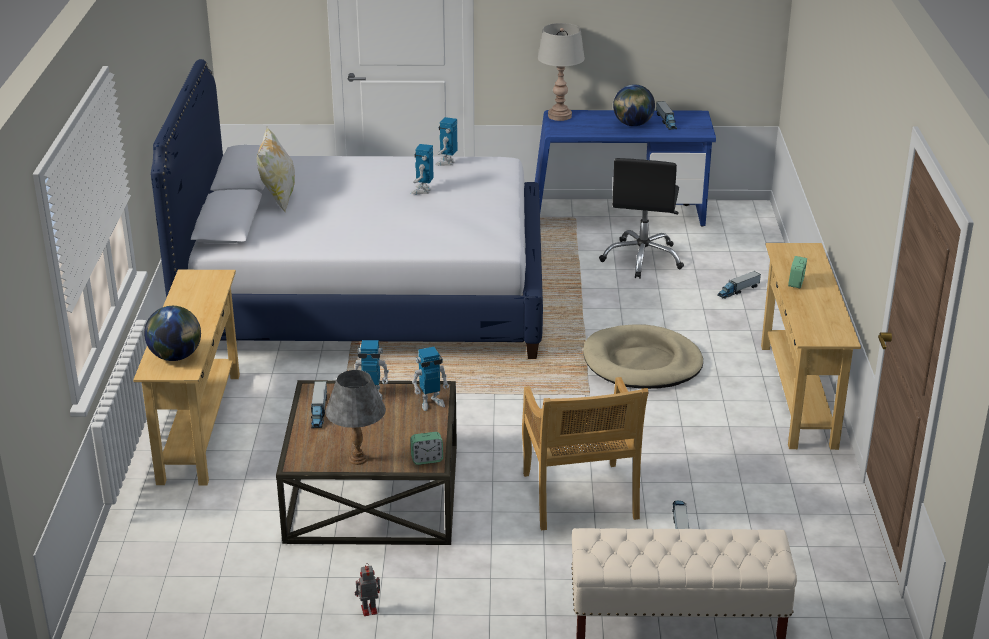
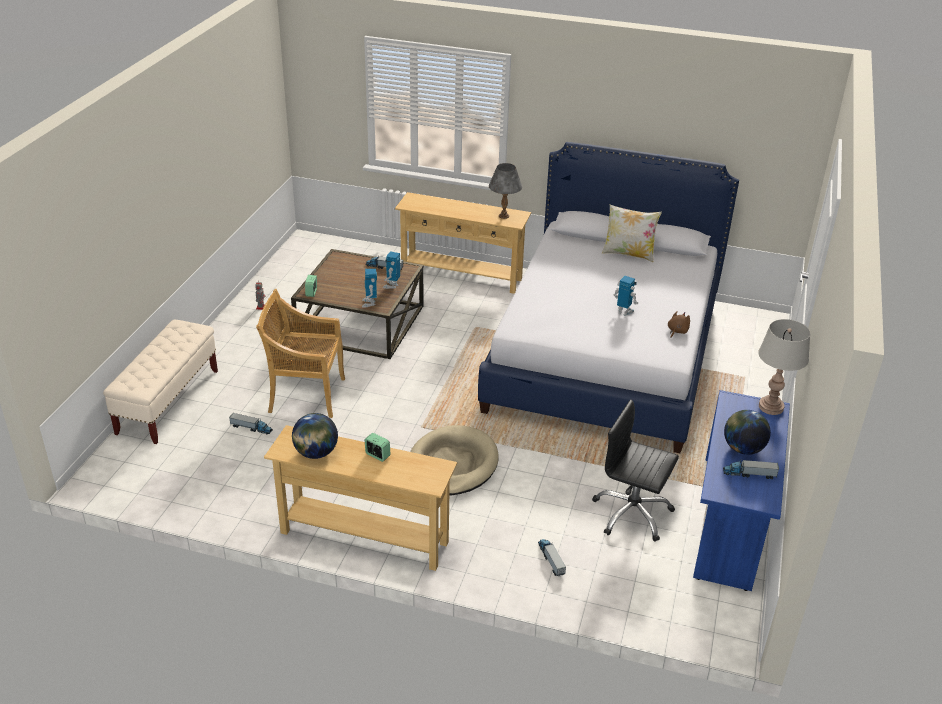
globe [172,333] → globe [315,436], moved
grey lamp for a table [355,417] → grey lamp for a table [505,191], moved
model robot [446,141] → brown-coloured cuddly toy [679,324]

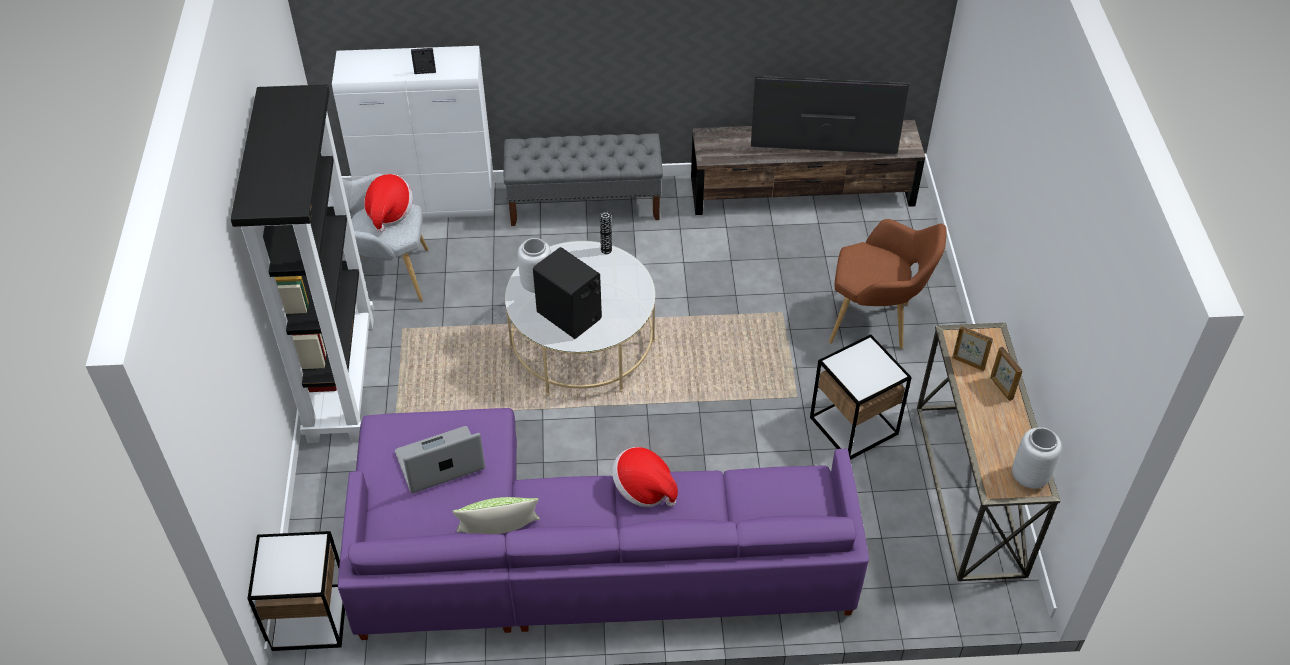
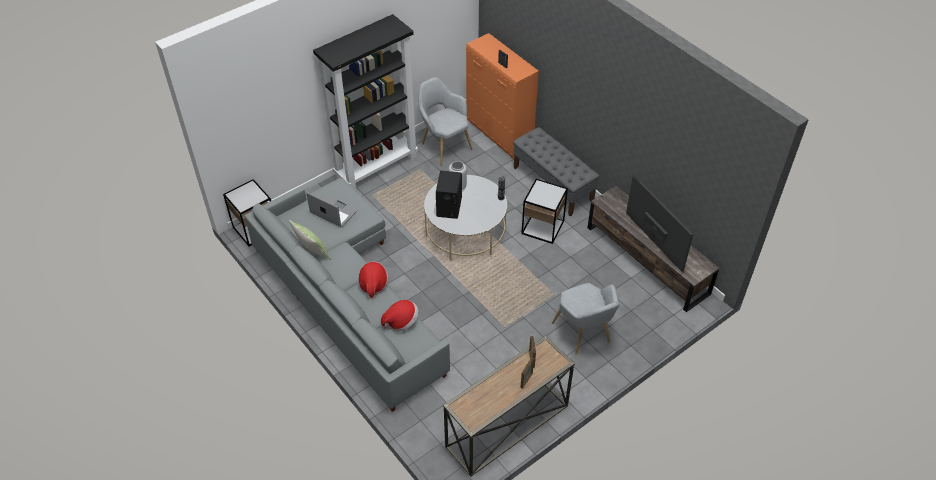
grey vase [1037,458] → -
hat [388,203] → hat [399,315], moved
end table [861,397] → end table [544,211], moved
whitish storage cabinet [413,132] → orange storage cabinet [502,95]
purple couch [603,524] → grey couch [347,294]
brown-coloured lounge chair [888,284] → grey lounge chair [585,319]

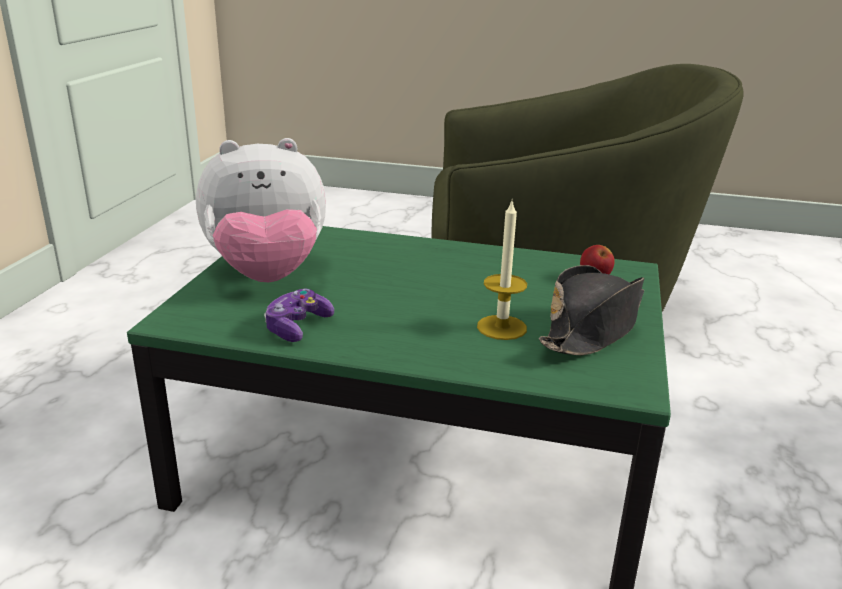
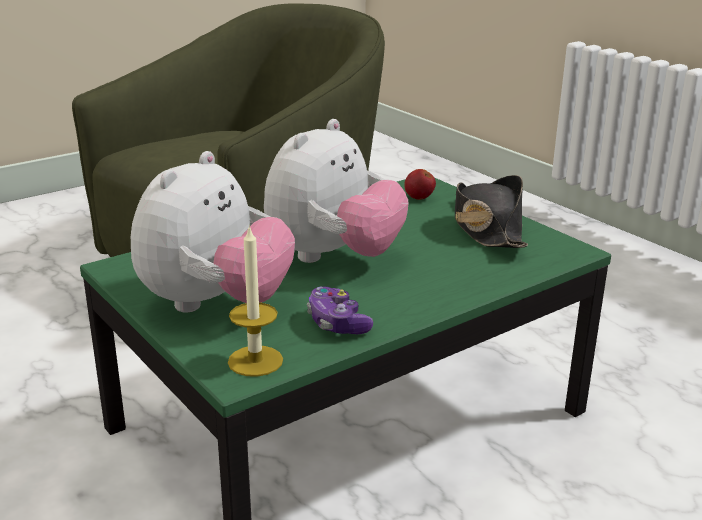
- → cuddly toy [336,191]
wax light [502,270] → wax light [255,301], moved

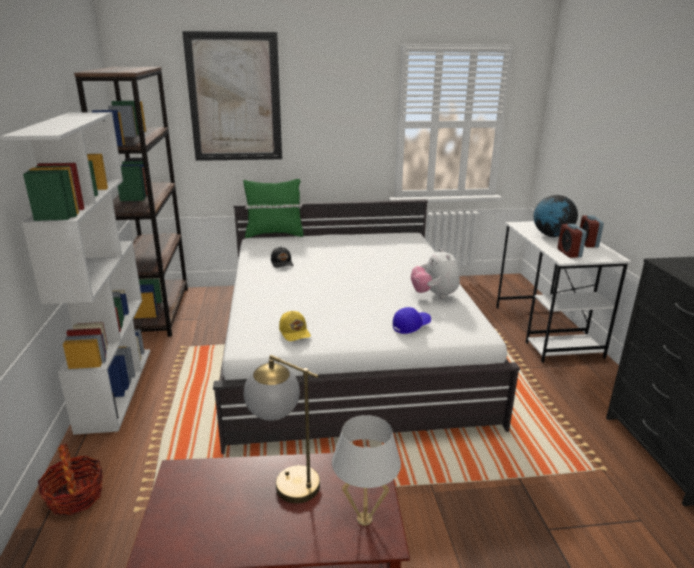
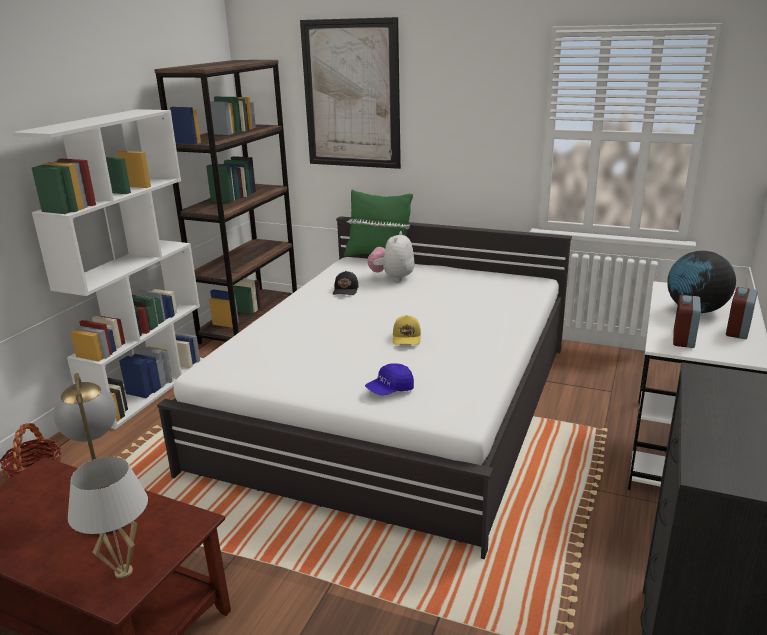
yellow peaked cap [295,326] → yellow peaked cap [407,330], moved
cuddly toy [435,273] → cuddly toy [391,256], moved
blue peaked cap [412,320] → blue peaked cap [389,379], 150 degrees clockwise

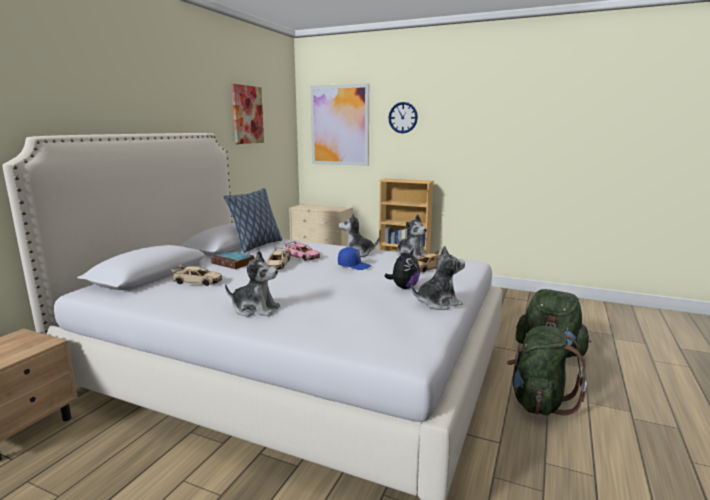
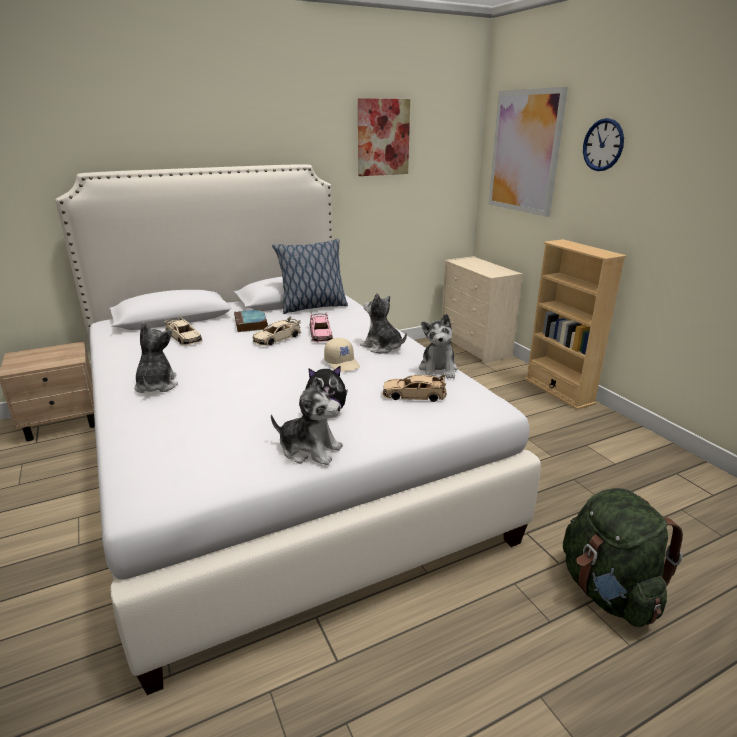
green rucksack [547,371] → -
blue peaked cap [354,258] → beige-coloured peaked cap [342,355]
cuddly toy [252,284] → cuddly toy [156,357], 150 degrees counterclockwise

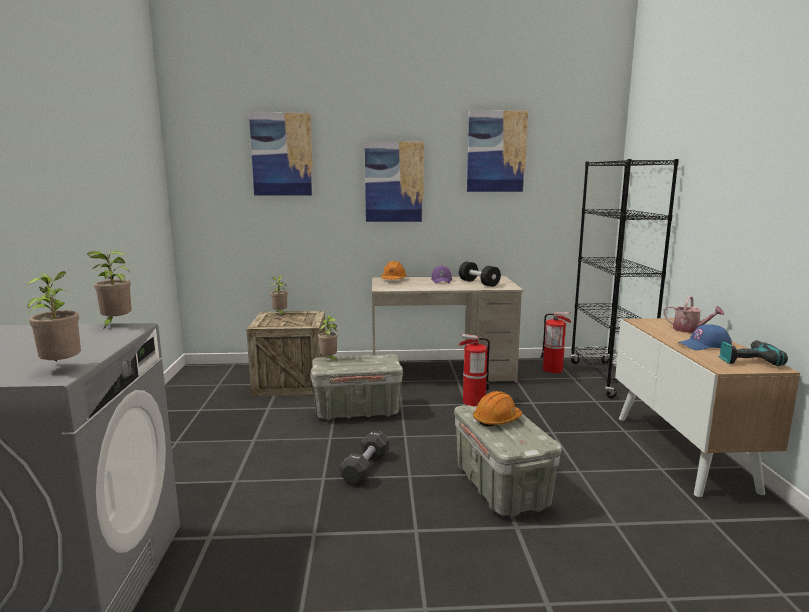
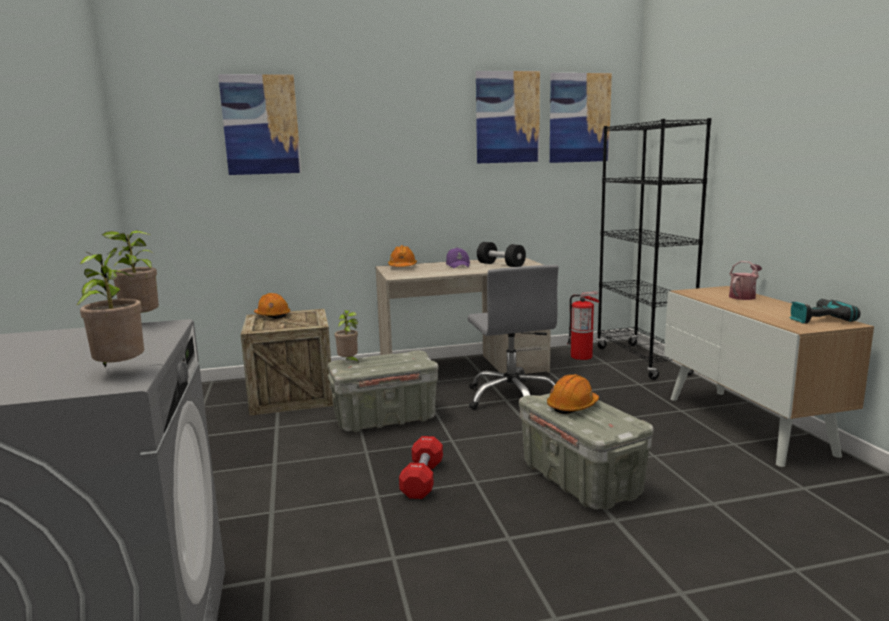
blue peaked cap [705,337] → -
wall picture [394,182] → wall picture [581,118], moved
potted plant [279,295] → orange work helmet [272,306]
fire-fighting cylinder [474,370] → grey desk chair [513,337]
blackish free weight [364,458] → red-coloured free weight [421,467]
sprinkling can [693,314] → sprinkling can [745,280], 75 degrees counterclockwise

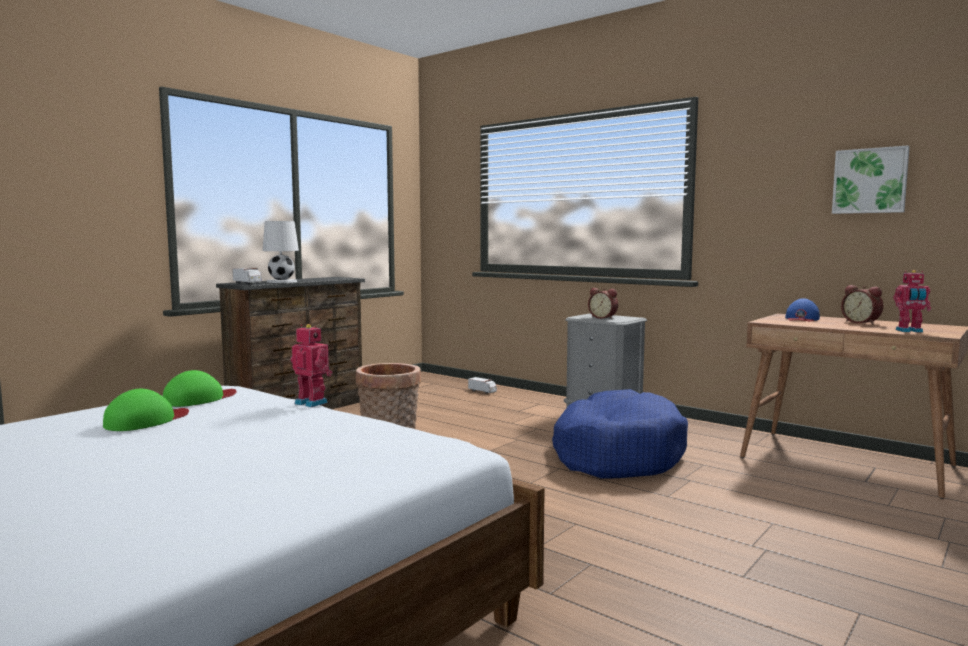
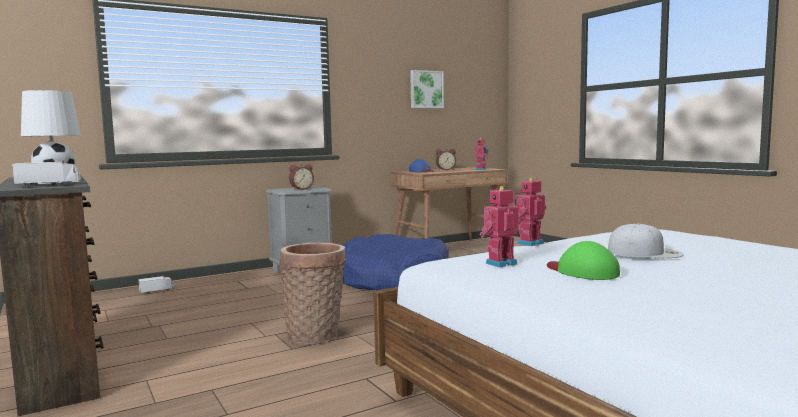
- → whitish peaked cap [646,240]
green peaked cap [200,388] → model robot [500,226]

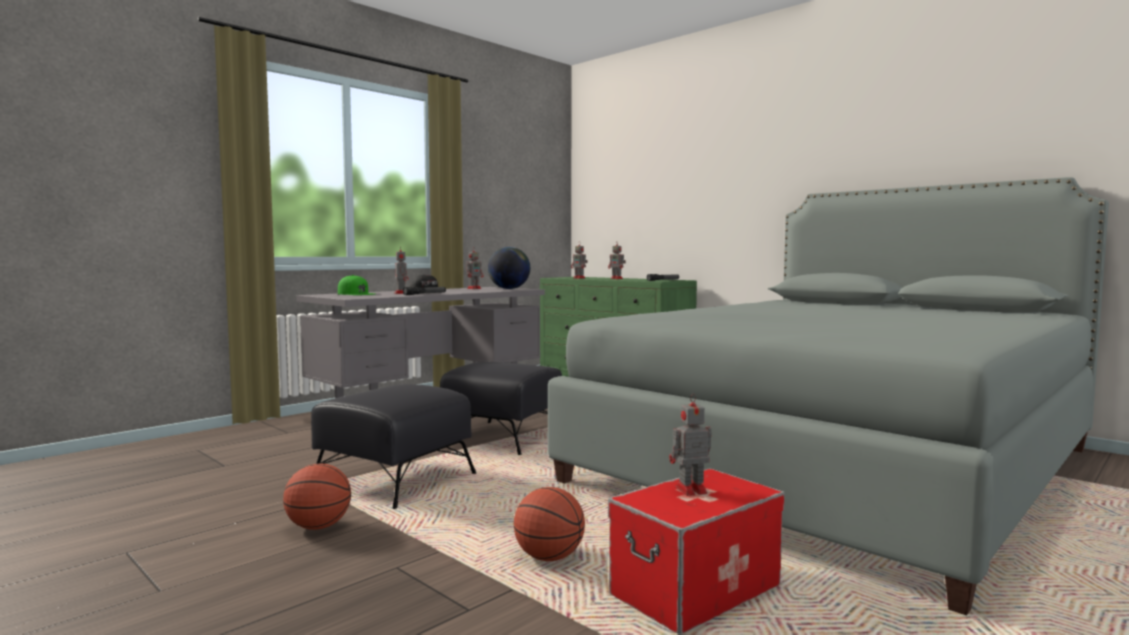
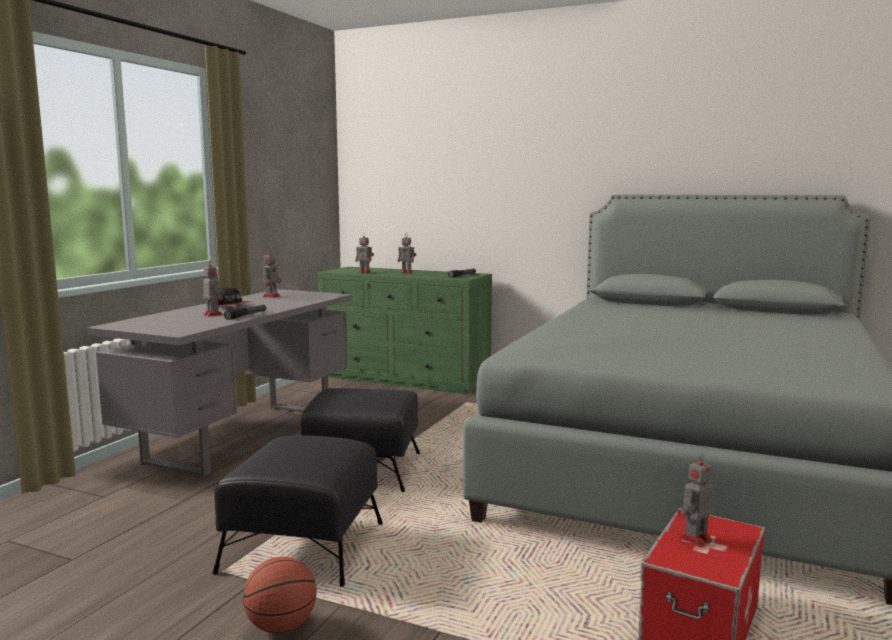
green peaked cap [356,285] → -
globe [509,268] → -
ball for basketball [549,524] → -

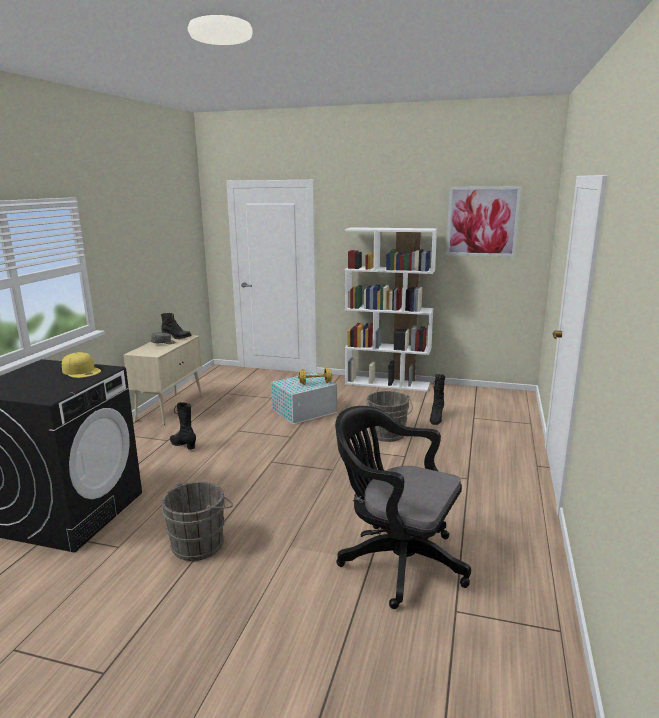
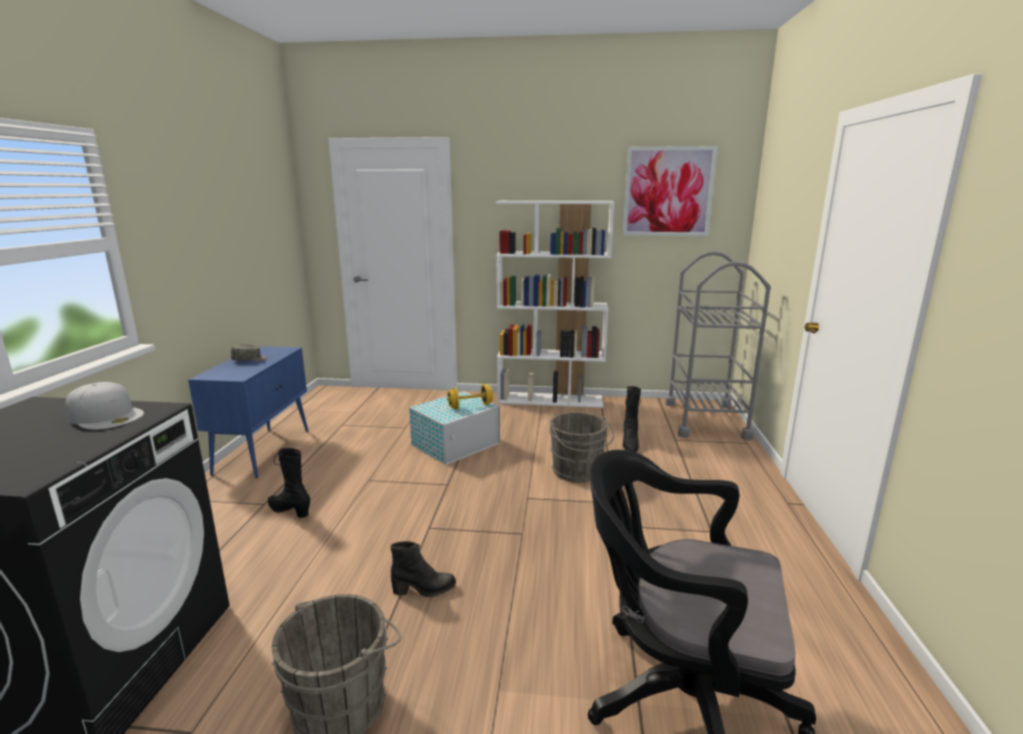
- → grey cart [718,345]
blackish high-top boot [176,326] → blackish high-top boot [423,569], moved
yellow peaked cap [81,365] → whitish peaked cap [104,406]
beige-coloured storage cabinet [163,380] → blue storage cabinet [248,412]

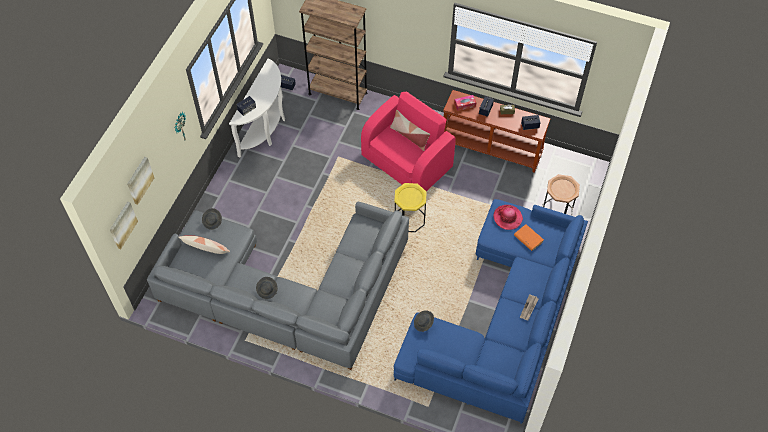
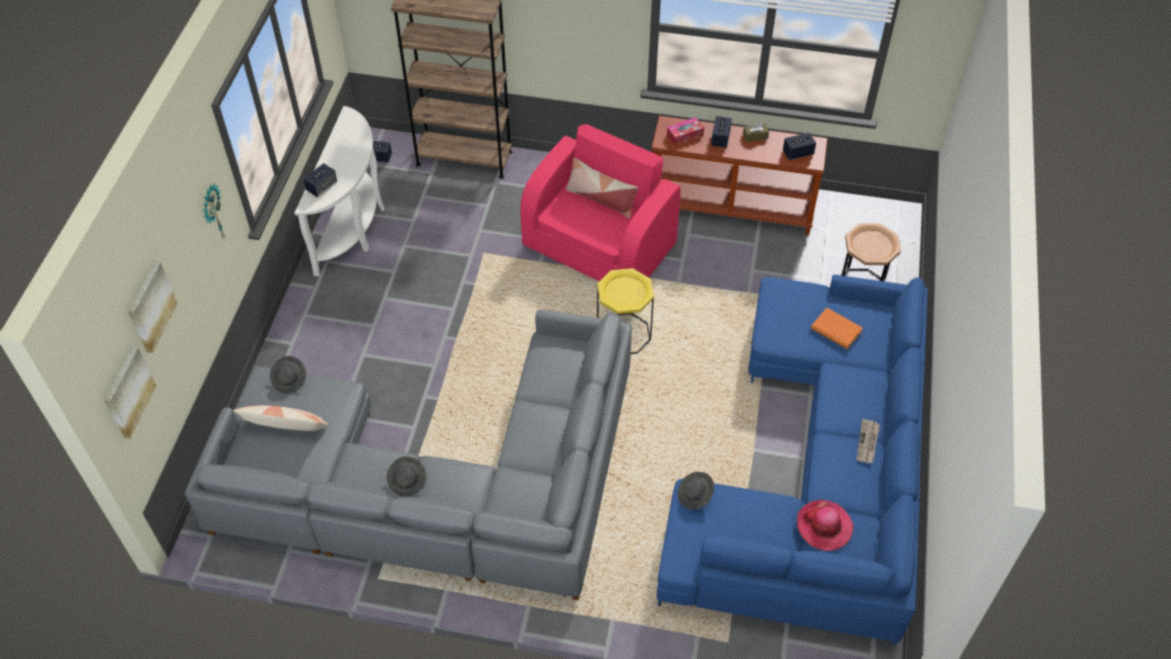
hat [508,217] → hat [825,525], moved

